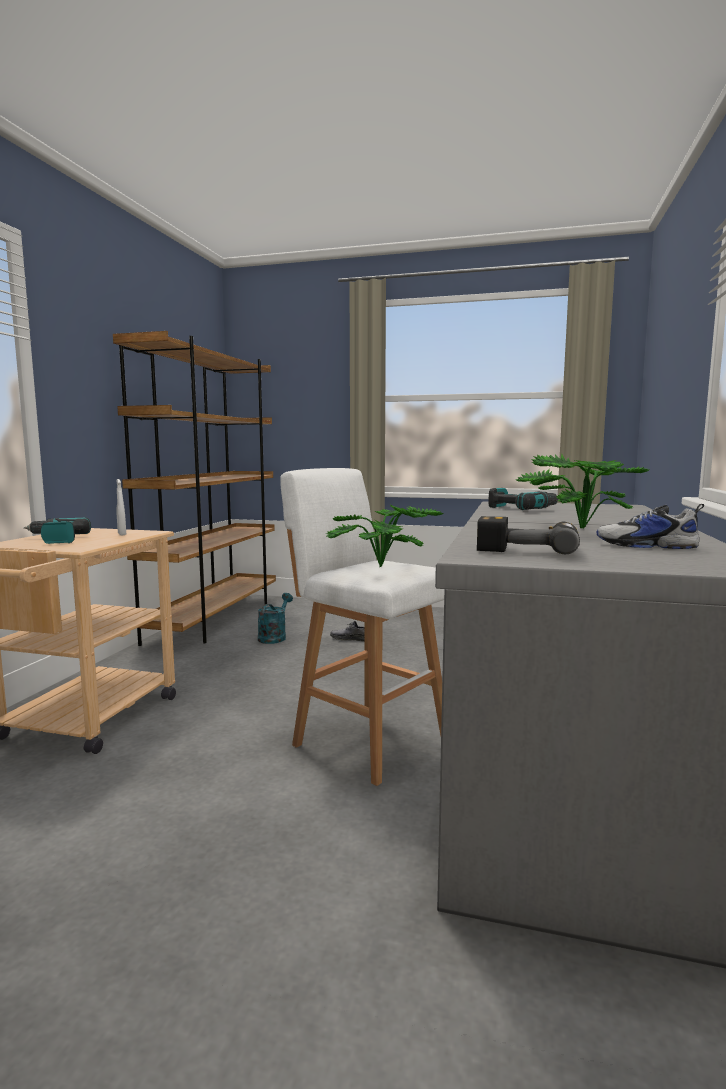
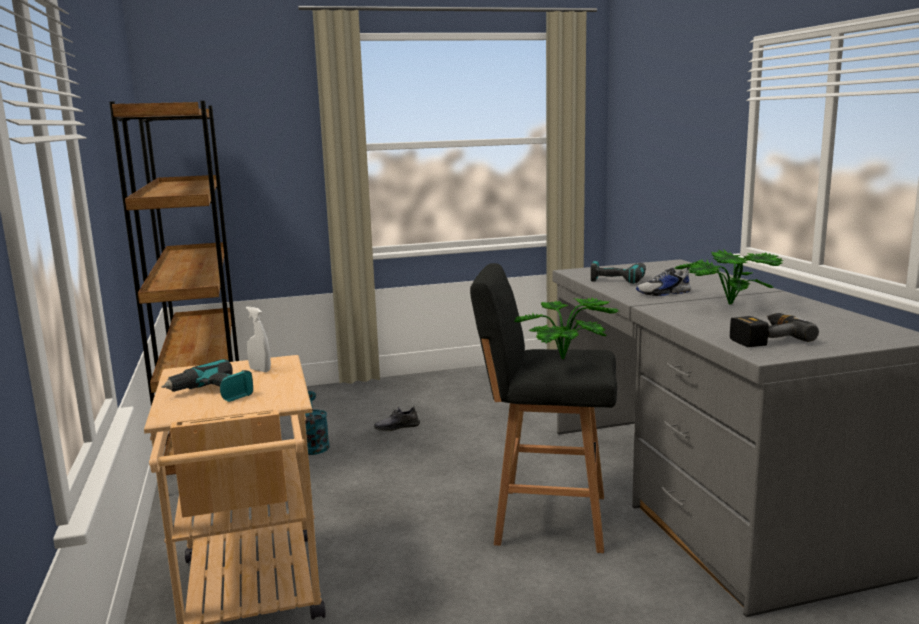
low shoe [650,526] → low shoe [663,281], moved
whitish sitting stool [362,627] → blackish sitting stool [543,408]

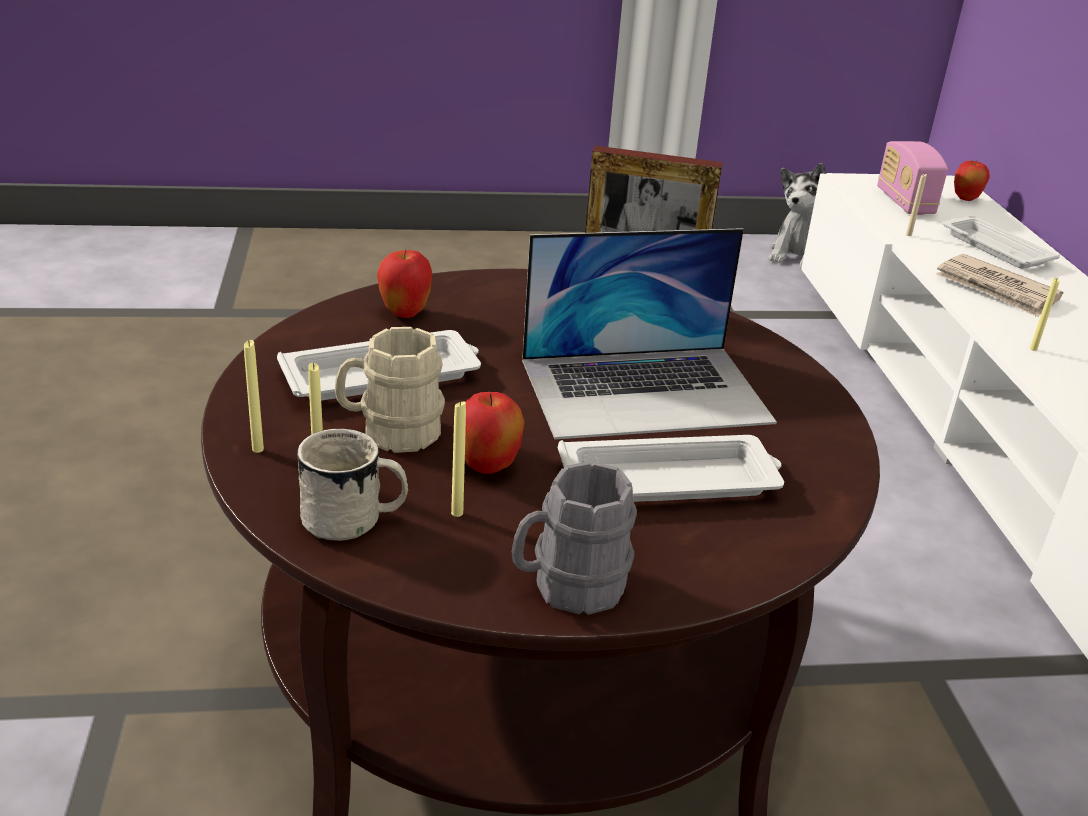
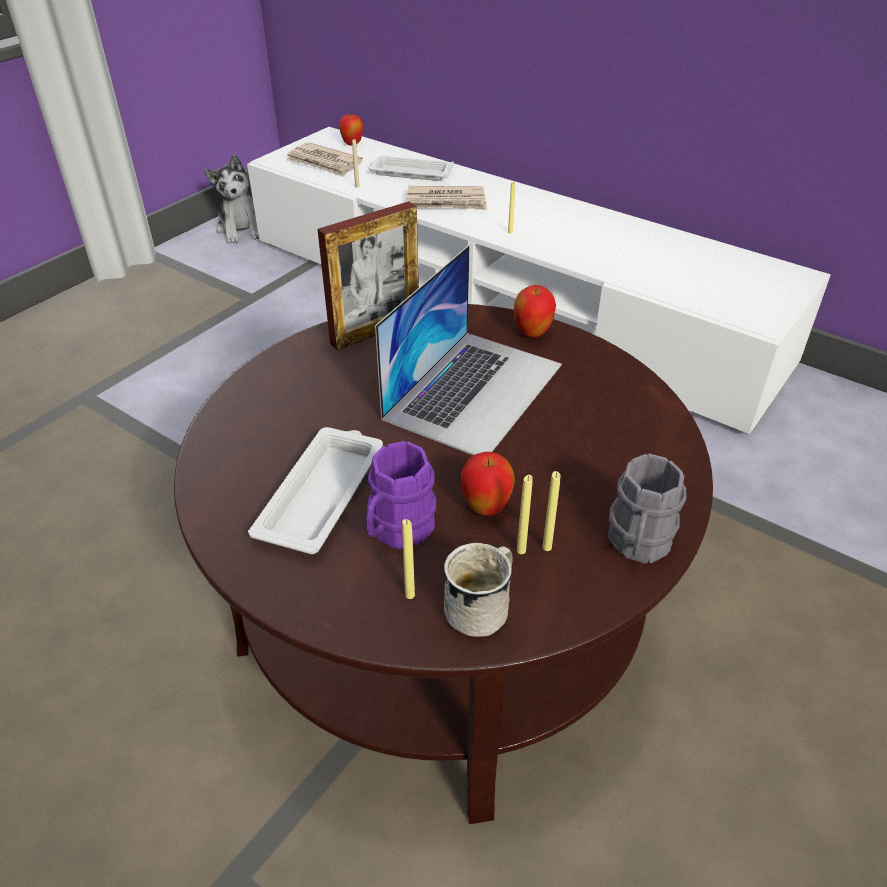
whitish carrying tray [671,468] → -
yellow wax light [254,396] → yellow wax light [551,511], moved
whole apple [404,283] → whole apple [535,311], moved
radio receiver [912,178] → printed paper [324,159]
beige-coloured tea mug [390,390] → purple tea mug [401,495]

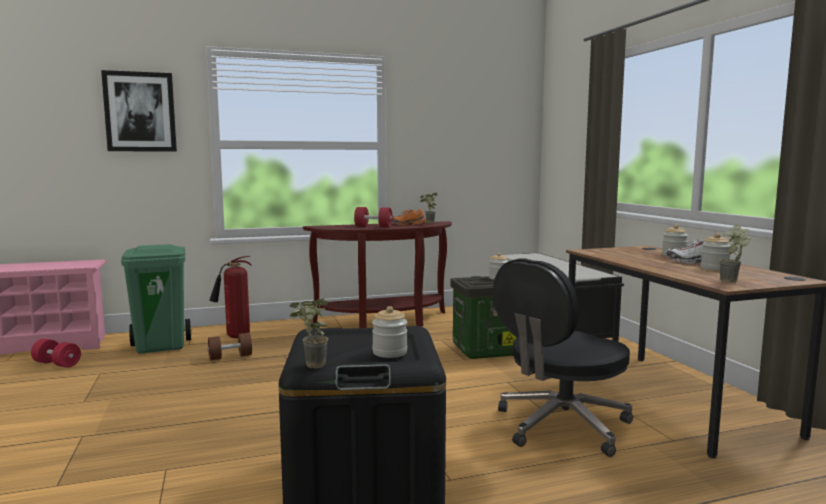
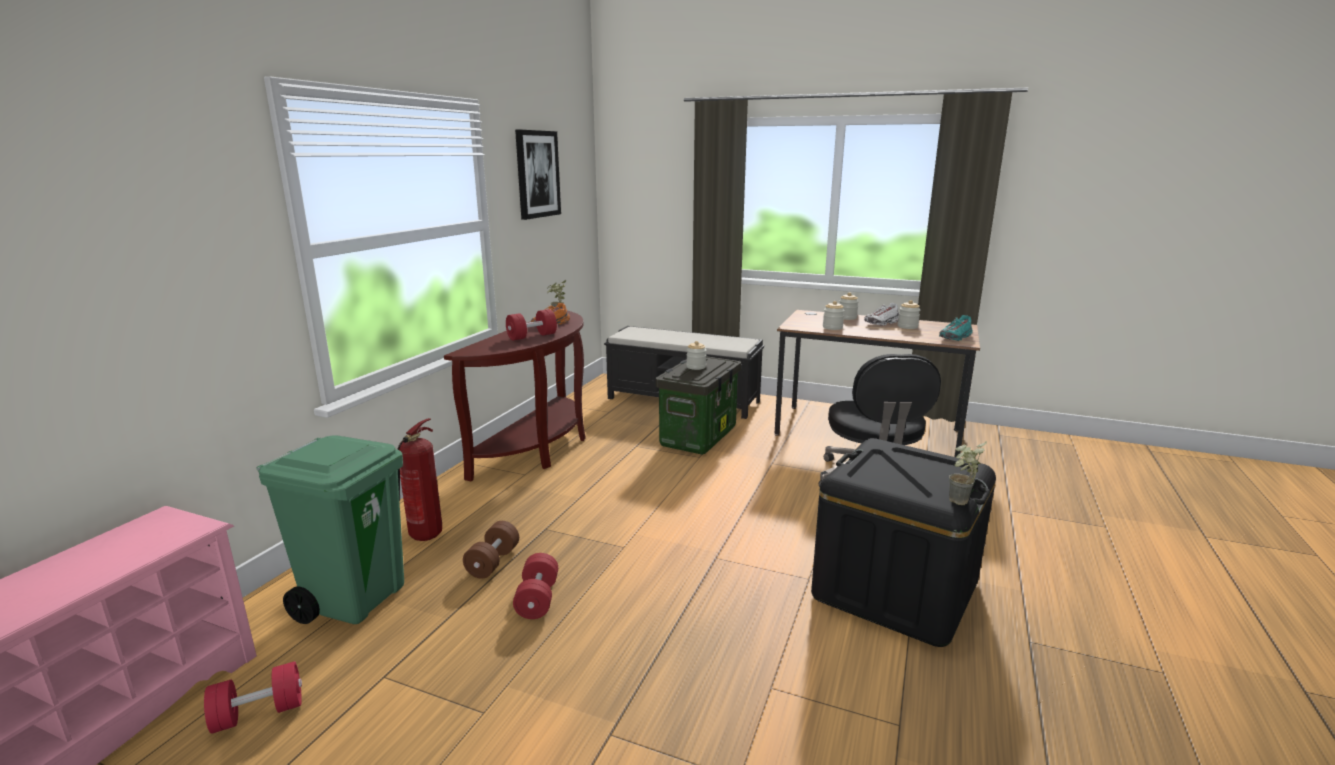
- → red-coloured free weight [535,586]
wall picture [139,111] → wall picture [538,174], moved
jar [389,332] → jar [834,315], moved
potted plant [735,253] → turquoise-coloured low shoe [956,328]

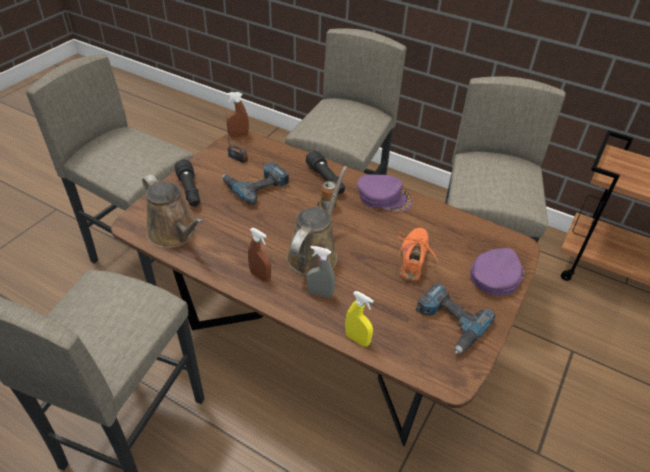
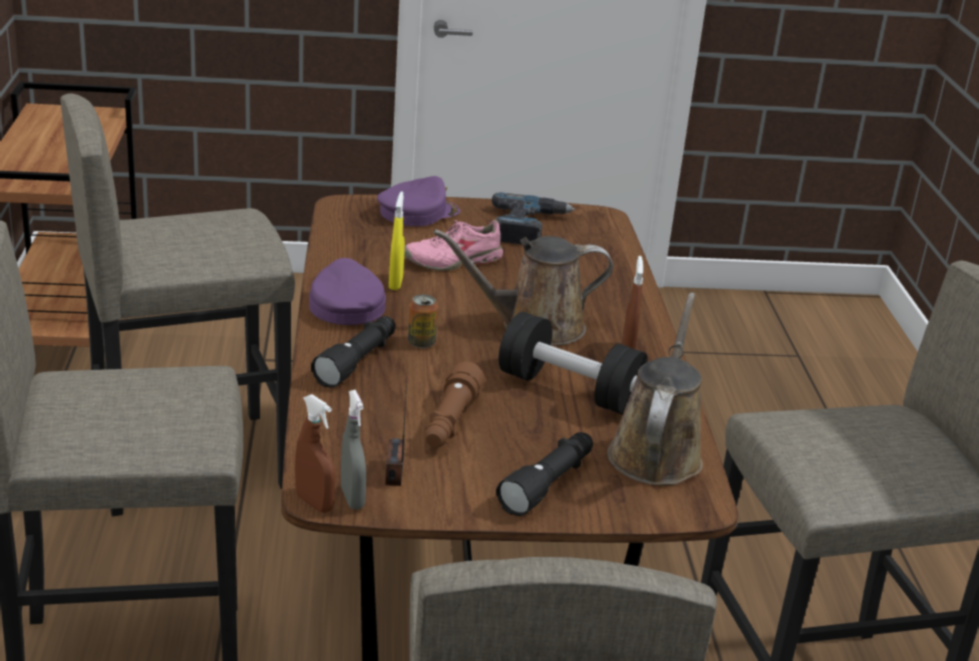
- → blackish free weight [573,363]
grey hand sprayer [320,272] → grey hand sprayer [353,449], moved
yellow hand sprayer [359,319] → yellow hand sprayer [397,241], moved
electric drill [255,183] → brown-coloured hand torch [454,405]
orange low shoe [417,254] → pink low shoe [453,245]
purple peaked cap [497,272] → purple peaked cap [418,201], 135 degrees clockwise

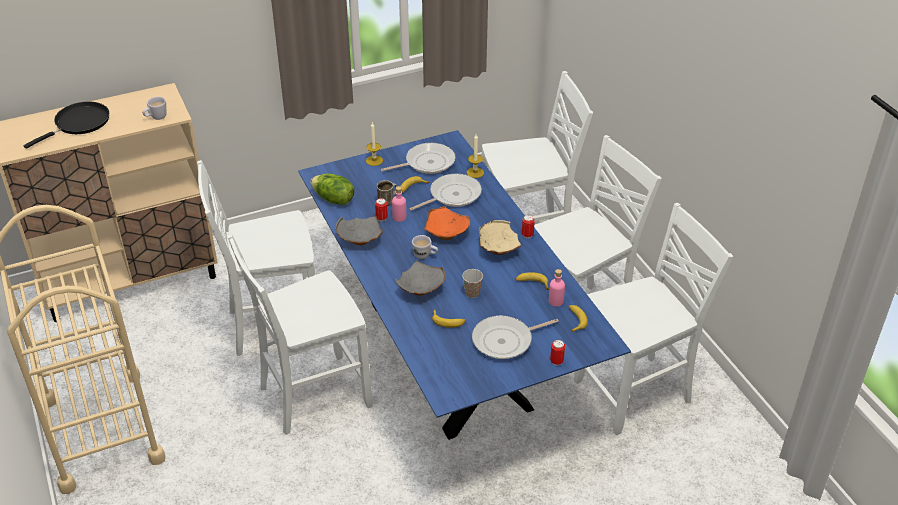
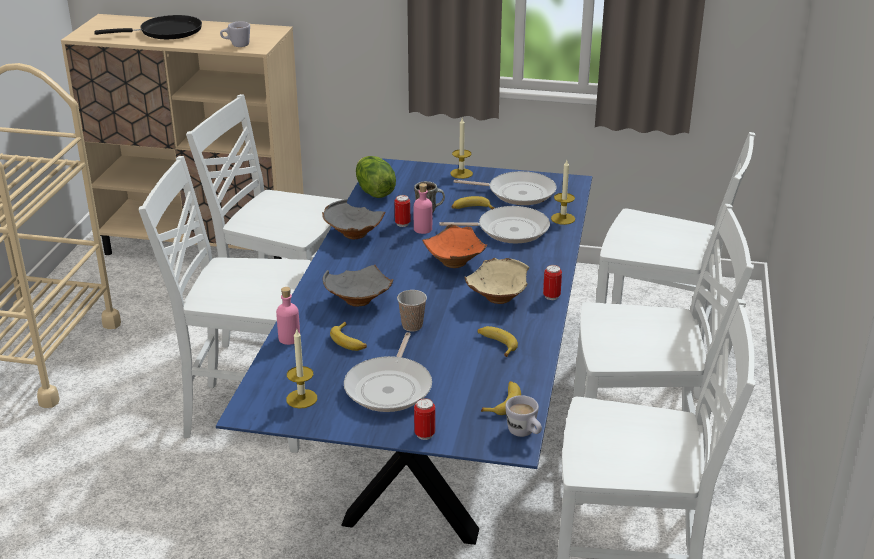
- → wax light [301,368]
whitish tea mug [425,247] → whitish tea mug [523,416], moved
pink beverage bottle [557,288] → pink beverage bottle [288,316], moved
skillet [515,337] → skillet [388,372], 90 degrees counterclockwise

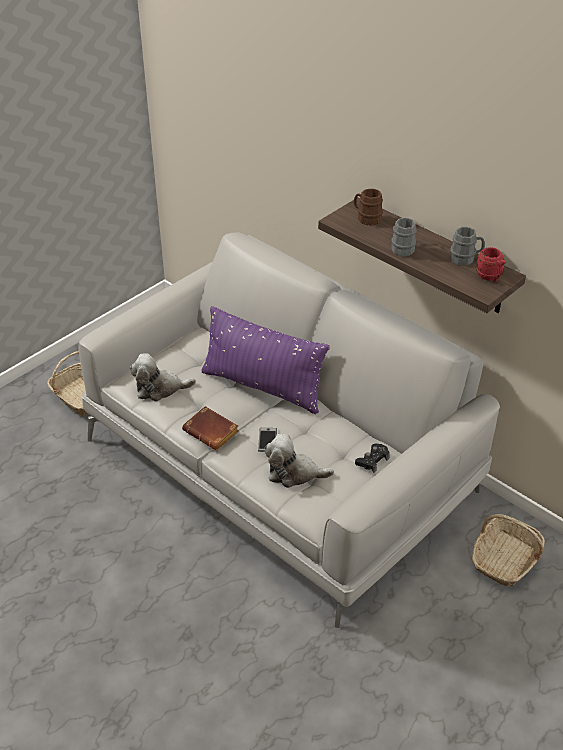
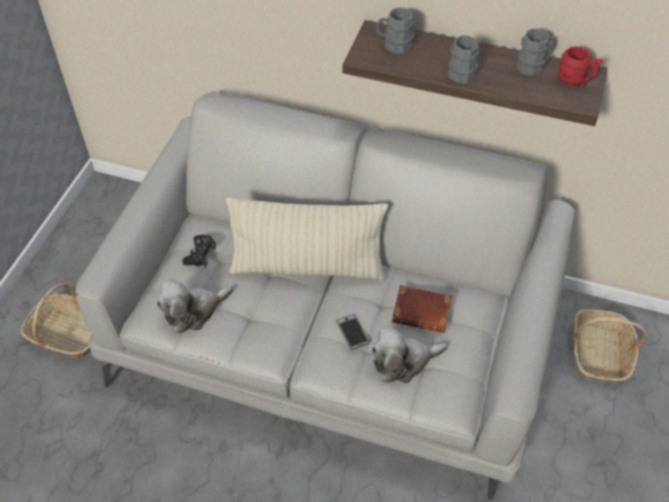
brown-coloured book [210,428] → brown-coloured book [422,309], moved
blackish game controller [372,458] → blackish game controller [199,250], moved
purple throw pillow [265,360] → beige-coloured throw pillow [306,239]
brown-coloured tea mug [368,207] → grey tea mug [395,30]

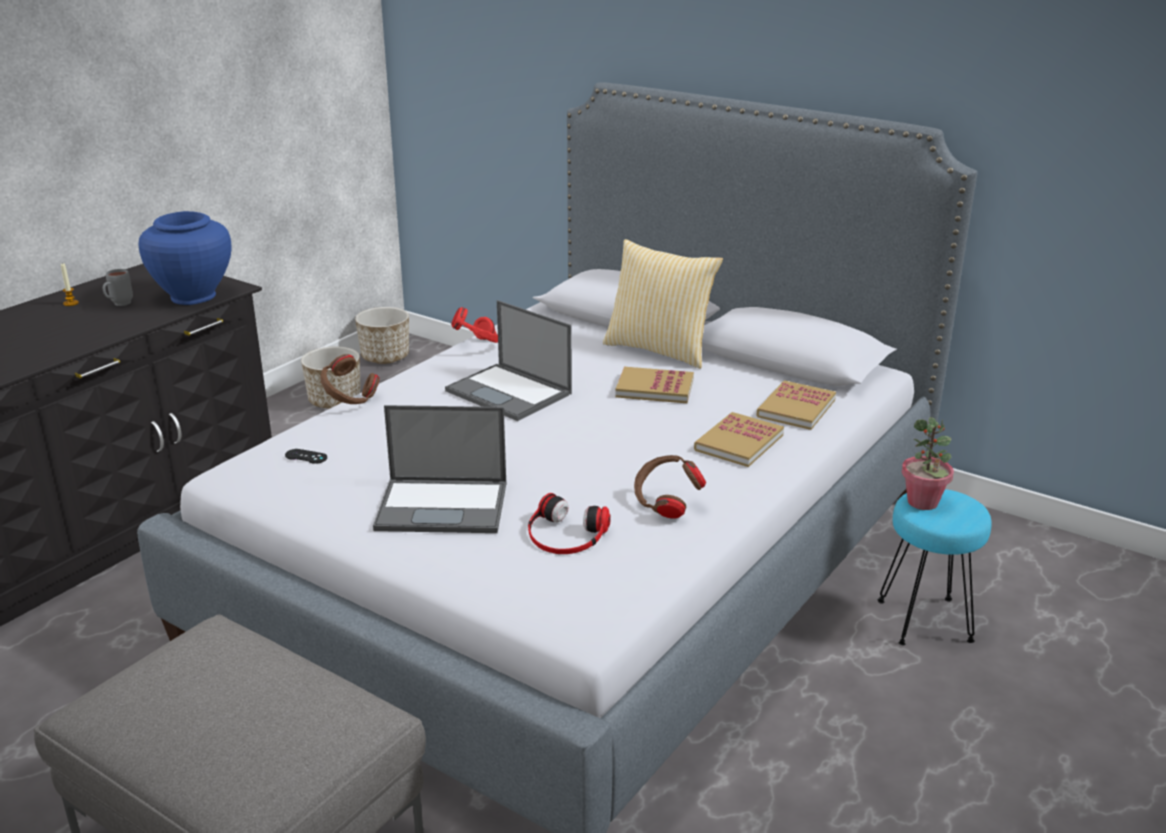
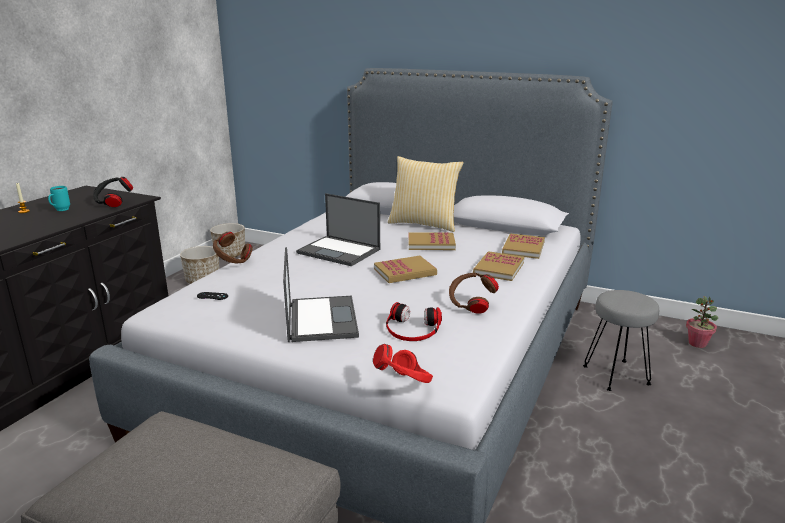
- → book [405,269]
red-coloured headphones [474,325] → red-coloured headphones [403,363], moved
potted plant [927,463] → potted plant [702,322], moved
blue vase [185,258] → blackish headphones [113,192]
grey tea mug [118,287] → turquoise-coloured tea mug [59,198]
turquoise-coloured sitting stool [935,567] → grey sitting stool [621,340]
notebook computer [439,469] → notebook computer [321,294], 90 degrees counterclockwise

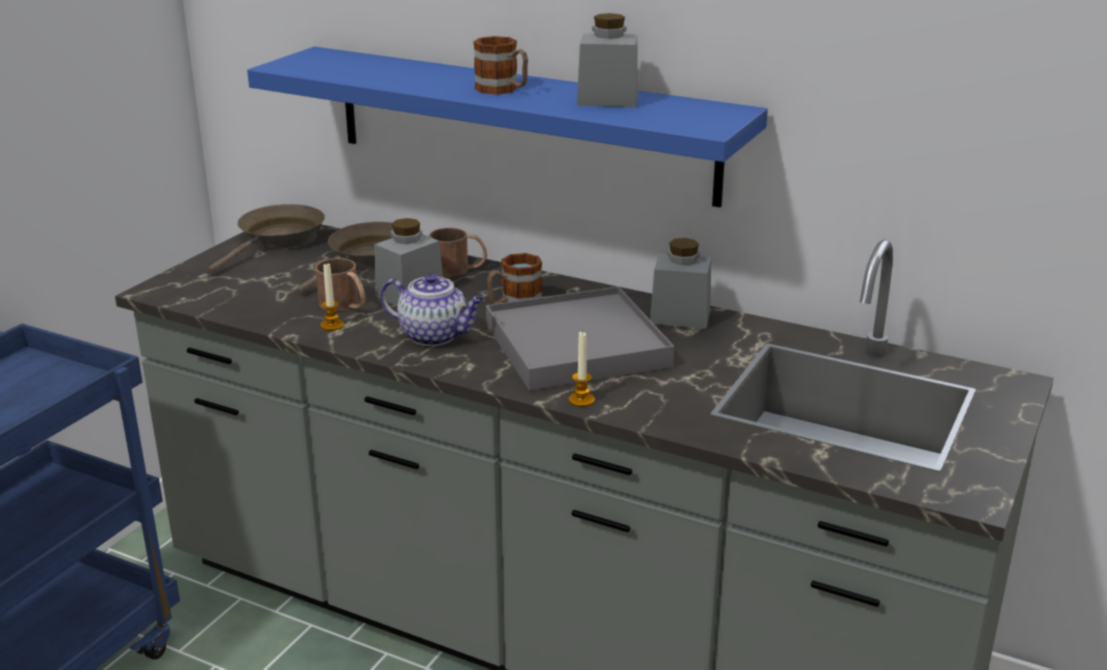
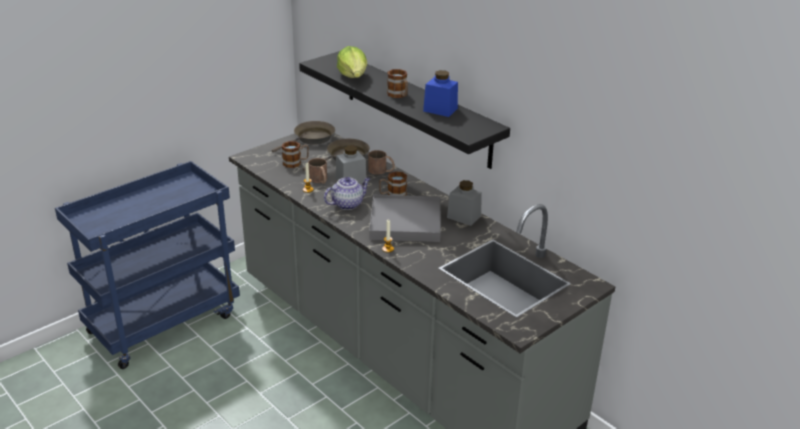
- → tea mug [295,154]
- → head of lettuce [352,62]
blue shelf [507,127] → blackish shelf [404,110]
grey jar [607,60] → blue jar [440,93]
teapot [432,309] → teapot [347,193], 75 degrees counterclockwise

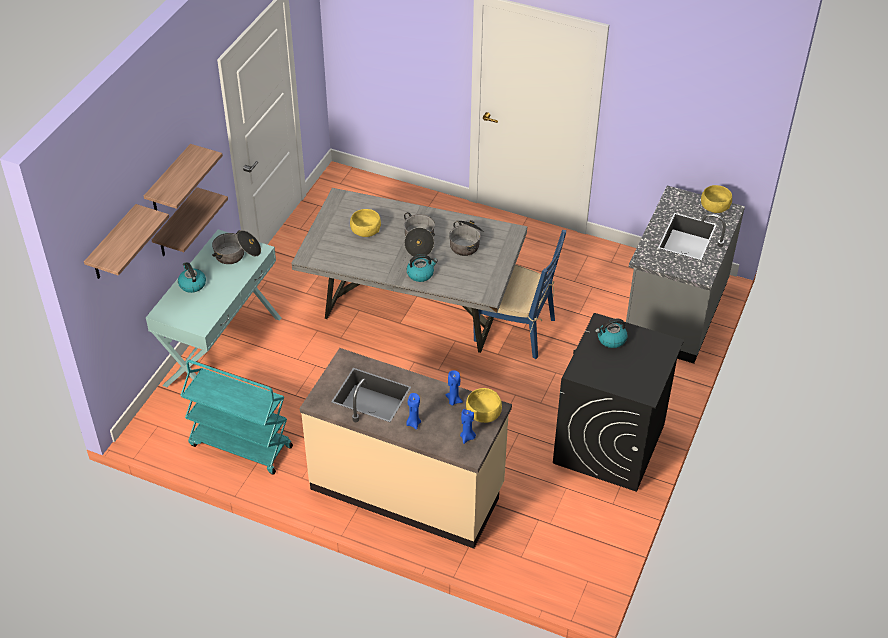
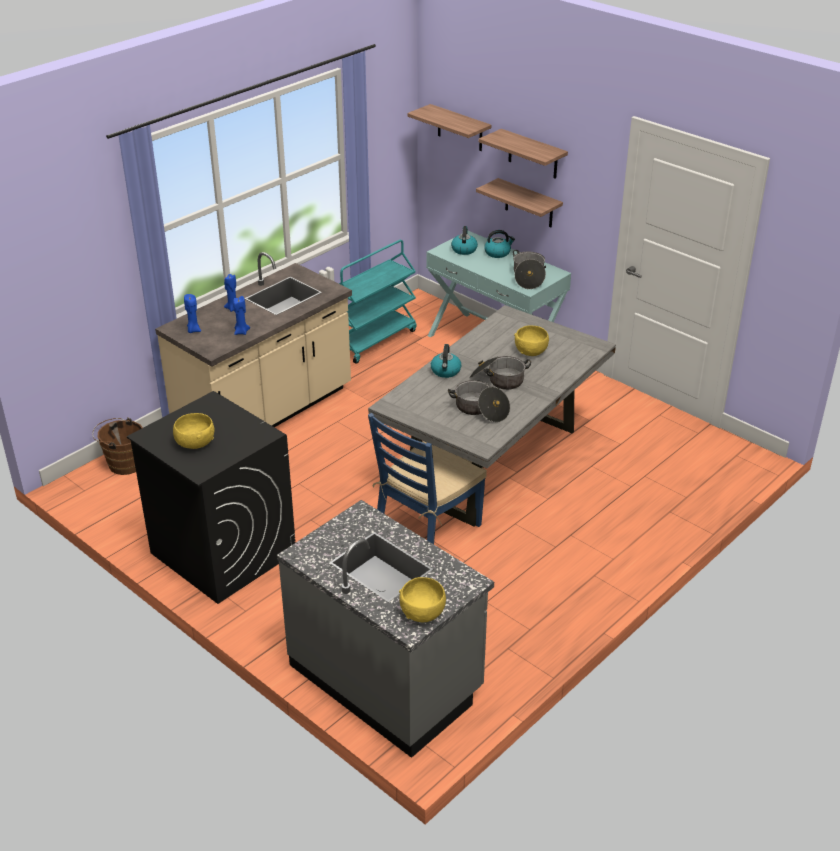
- → brown-coloured water bucket [117,446]
yellow bowl [484,405] → yellow bowl [193,431], moved
water kettle [611,333] → water kettle [464,240], moved

